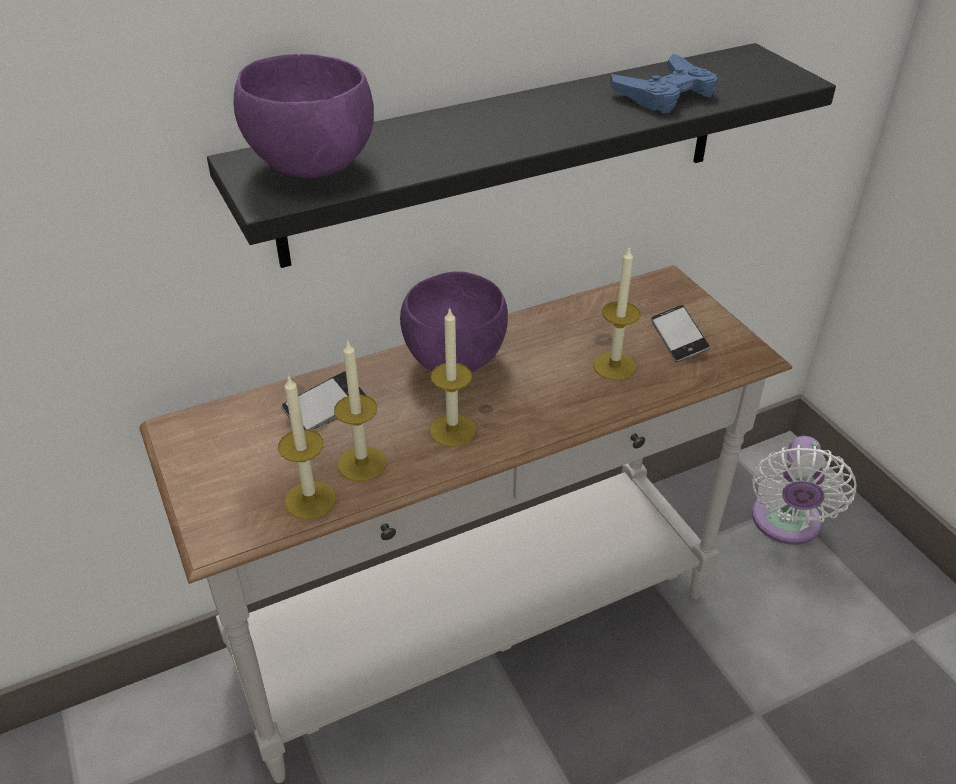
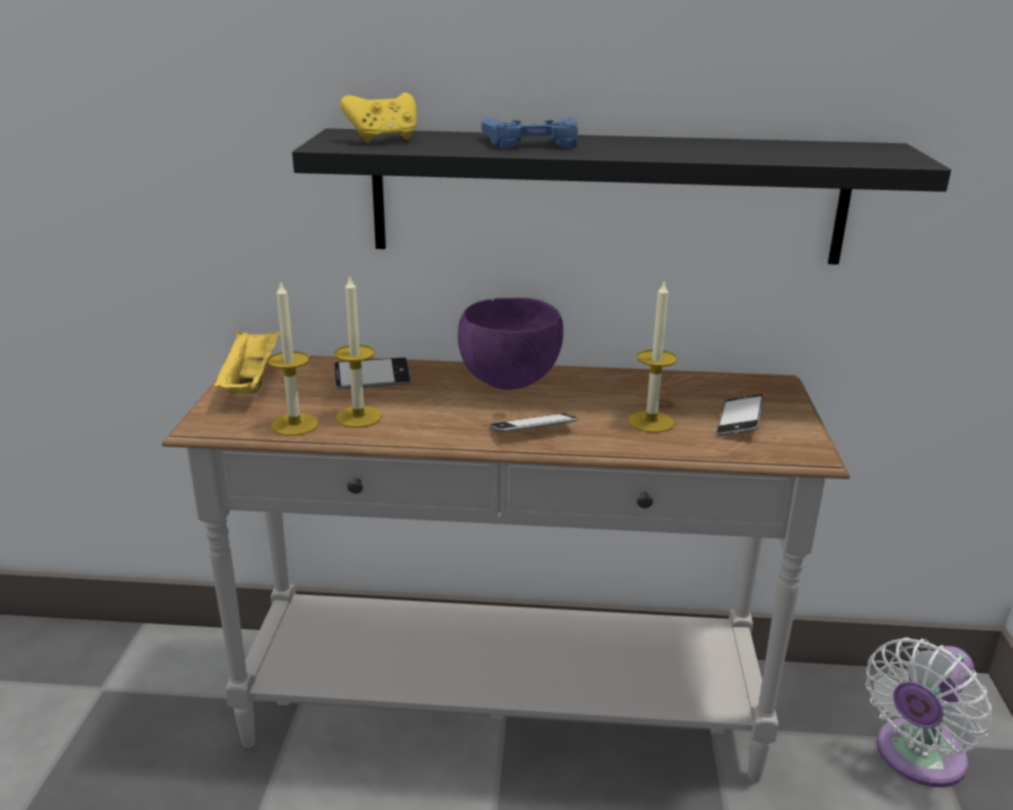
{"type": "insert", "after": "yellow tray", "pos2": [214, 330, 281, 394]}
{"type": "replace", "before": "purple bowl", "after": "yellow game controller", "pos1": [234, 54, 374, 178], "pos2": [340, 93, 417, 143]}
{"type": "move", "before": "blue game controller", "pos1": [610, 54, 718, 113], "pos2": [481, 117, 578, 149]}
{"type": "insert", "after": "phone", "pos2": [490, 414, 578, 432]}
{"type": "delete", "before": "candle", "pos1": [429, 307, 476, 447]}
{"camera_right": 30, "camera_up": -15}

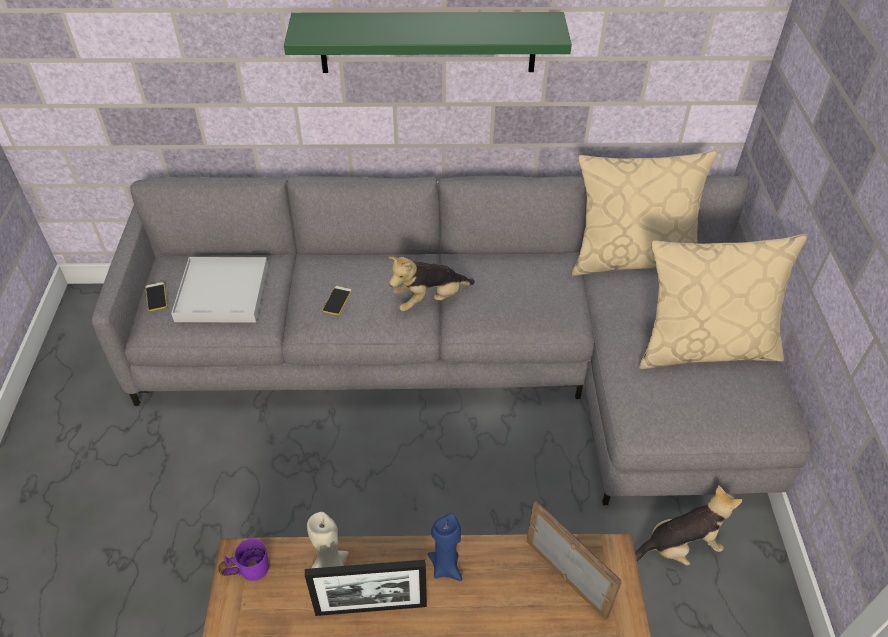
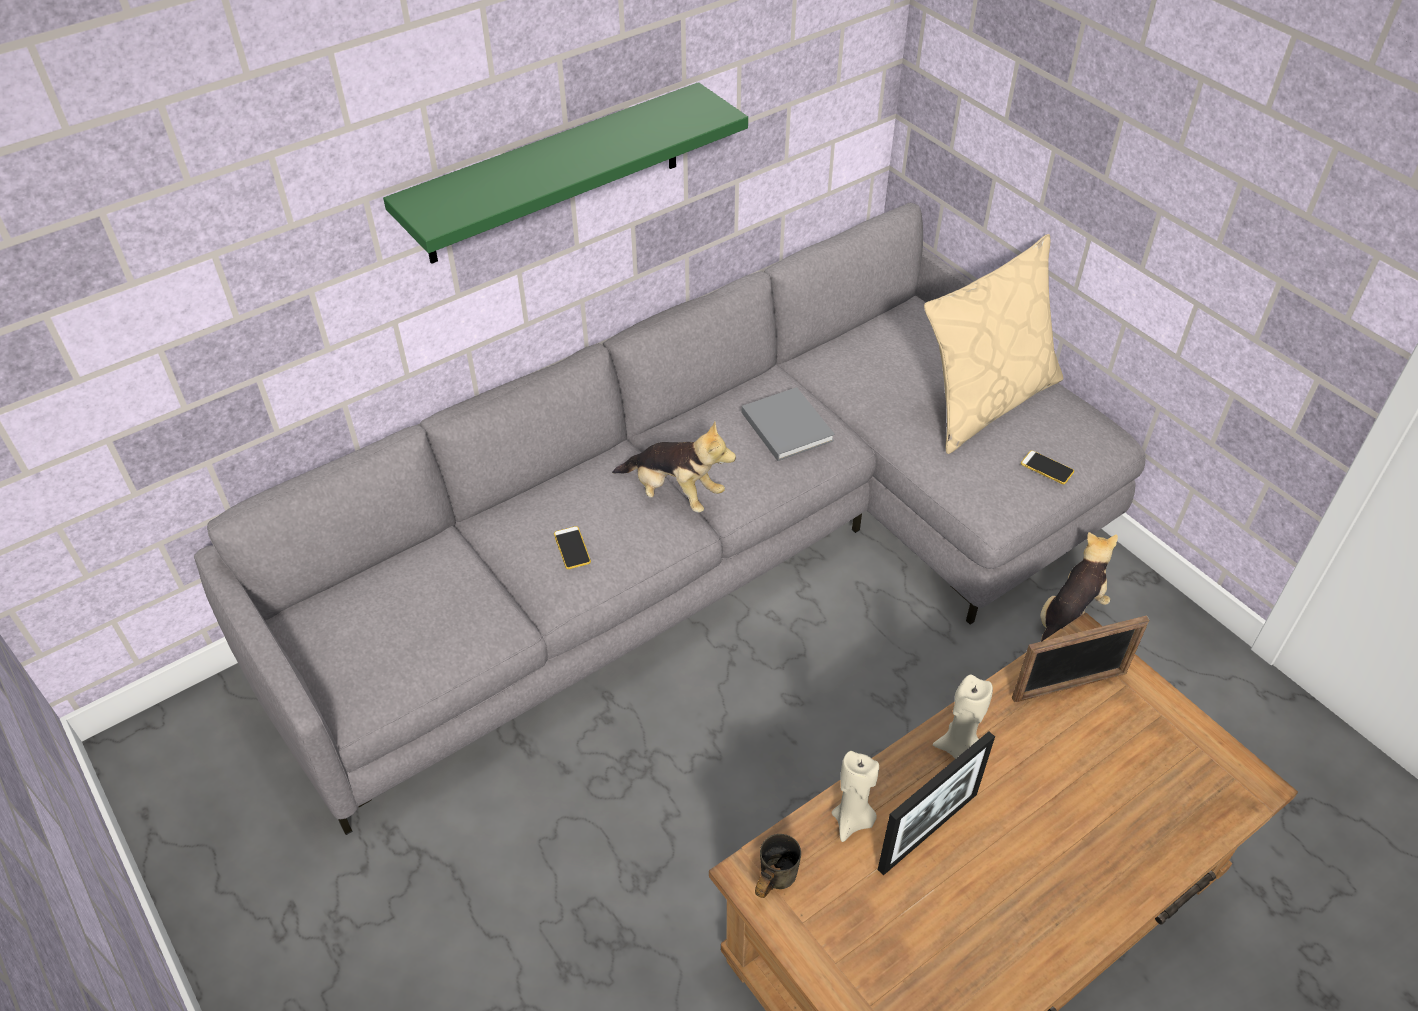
{"type": "rotate", "before": "plush toy", "pos1": [389, 256, 475, 312], "pos2": [612, 421, 736, 513], "turn": -90}
{"type": "insert", "after": "grey book", "pos2": [742, 387, 835, 461]}
{"type": "recolor", "before": "purple mug", "after": "grey mug", "pos1": [218, 538, 269, 581], "pos2": [755, 834, 801, 898]}
{"type": "recolor", "before": "blue candle", "after": "beige candle", "pos1": [428, 513, 462, 581], "pos2": [933, 675, 993, 759]}
{"type": "rotate", "before": "picture frame", "pos1": [527, 501, 622, 620], "pos2": [1012, 615, 1150, 702], "turn": 150}
{"type": "move", "before": "phone", "pos1": [145, 282, 167, 311], "pos2": [1021, 450, 1074, 484]}
{"type": "delete", "before": "white tray", "pos1": [171, 257, 268, 323]}
{"type": "delete", "before": "beige pillow", "pos1": [572, 150, 718, 276]}
{"camera_right": -35, "camera_up": 0}

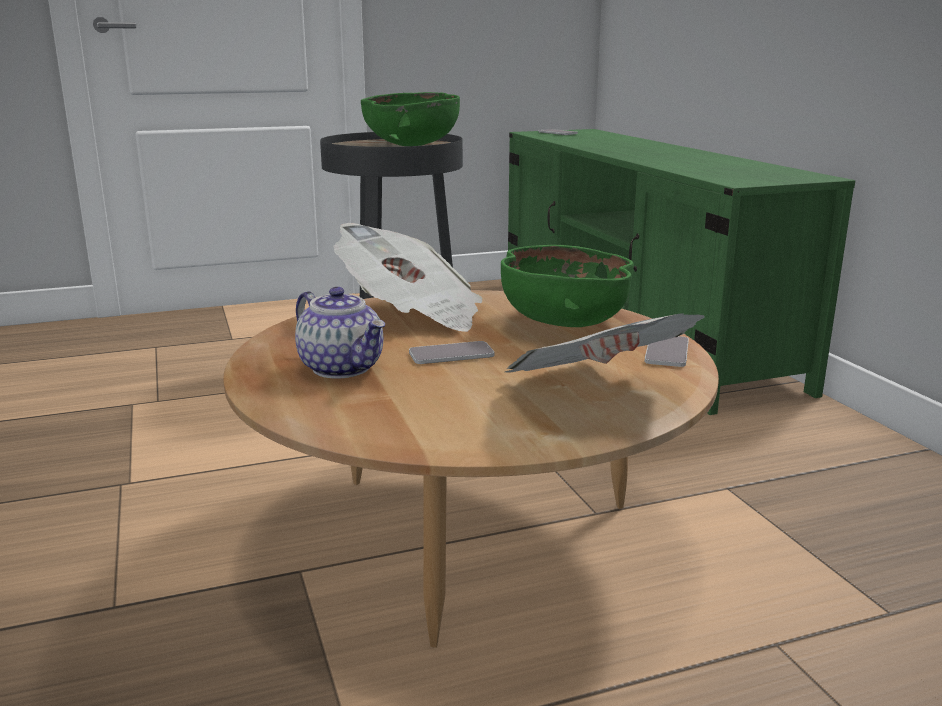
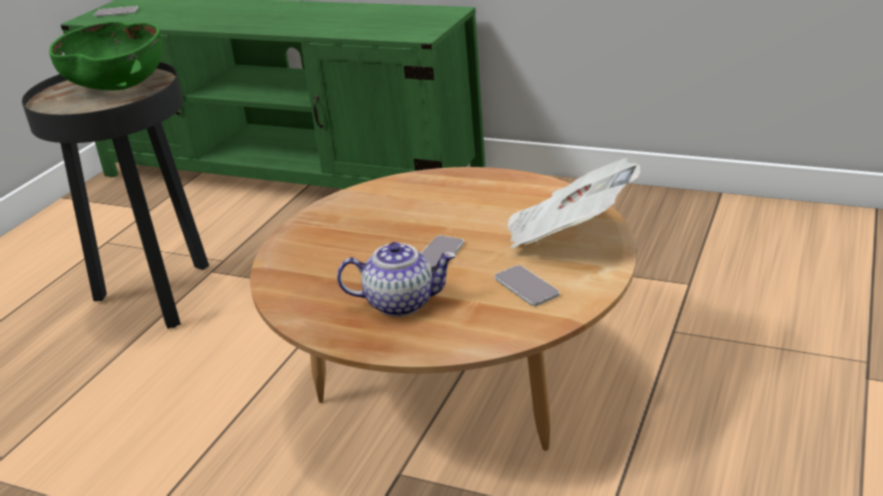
{"type": "move", "before": "phone", "pos1": [645, 336, 689, 367], "pos2": [495, 265, 560, 306]}
{"type": "delete", "before": "newspaper", "pos1": [333, 223, 483, 332]}
{"type": "delete", "before": "green bowl", "pos1": [501, 245, 634, 327]}
{"camera_right": -45, "camera_up": 10}

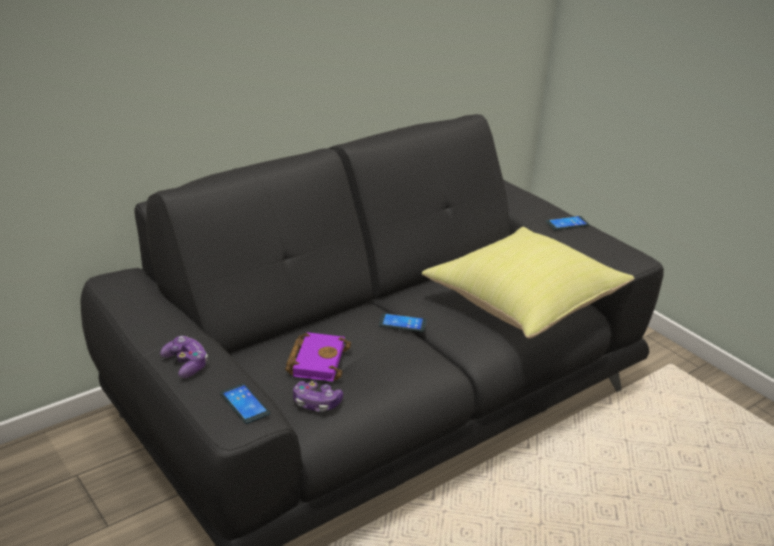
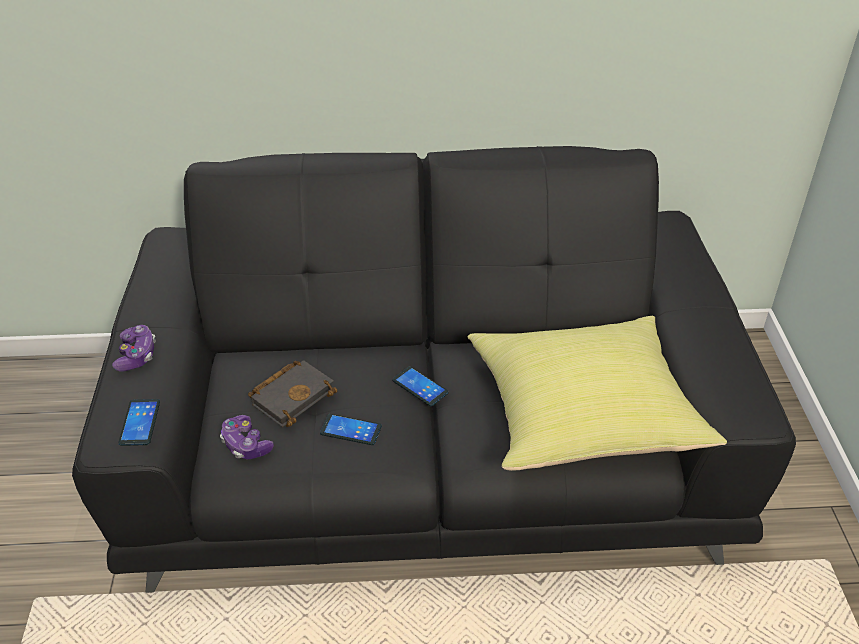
{"type": "recolor", "before": "purple book", "after": "black book", "pos1": [285, 332, 351, 382], "pos2": [248, 360, 337, 427]}
{"type": "move", "before": "phone", "pos1": [546, 216, 589, 230], "pos2": [320, 414, 382, 445]}
{"camera_right": 35, "camera_up": 10}

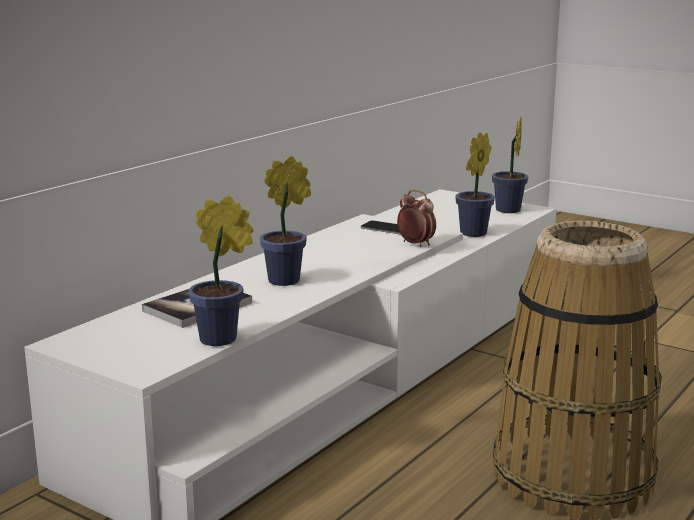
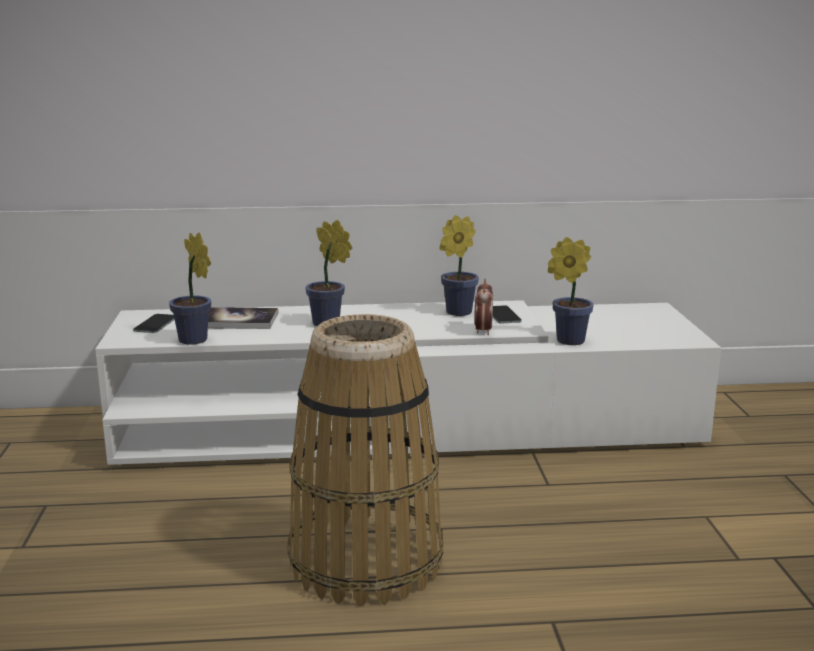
{"type": "insert", "after": "phone", "pos2": [133, 314, 175, 333]}
{"type": "move", "before": "potted plant", "pos1": [492, 117, 528, 213], "pos2": [440, 215, 479, 316]}
{"camera_right": 50, "camera_up": 0}

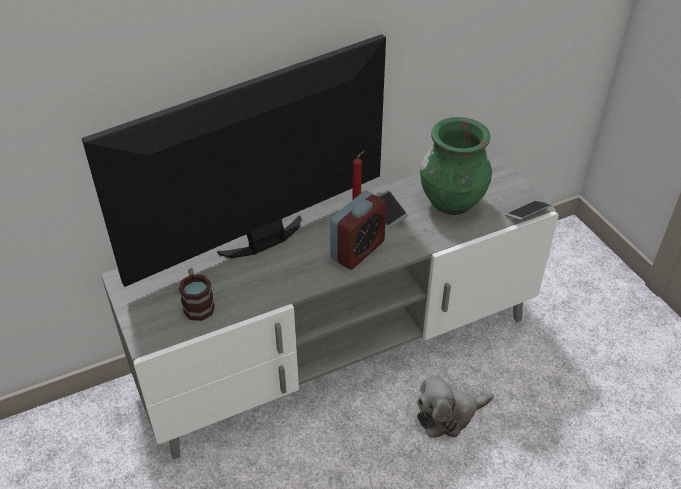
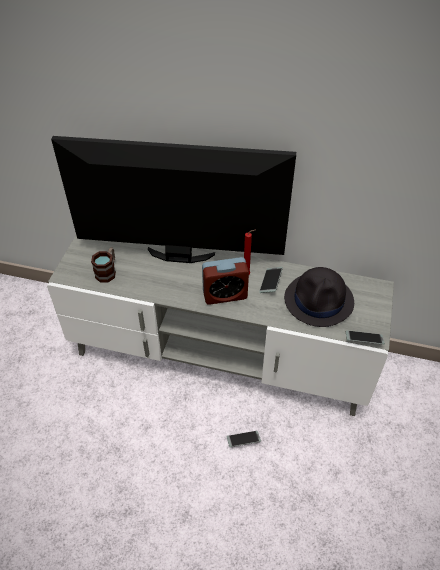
{"type": "replace", "before": "plush toy", "after": "phone", "pos1": [417, 376, 494, 438], "pos2": [226, 431, 261, 447]}
{"type": "replace", "before": "green vase", "after": "black hat", "pos1": [420, 117, 492, 215], "pos2": [284, 267, 354, 327]}
{"camera_right": 40, "camera_up": 5}

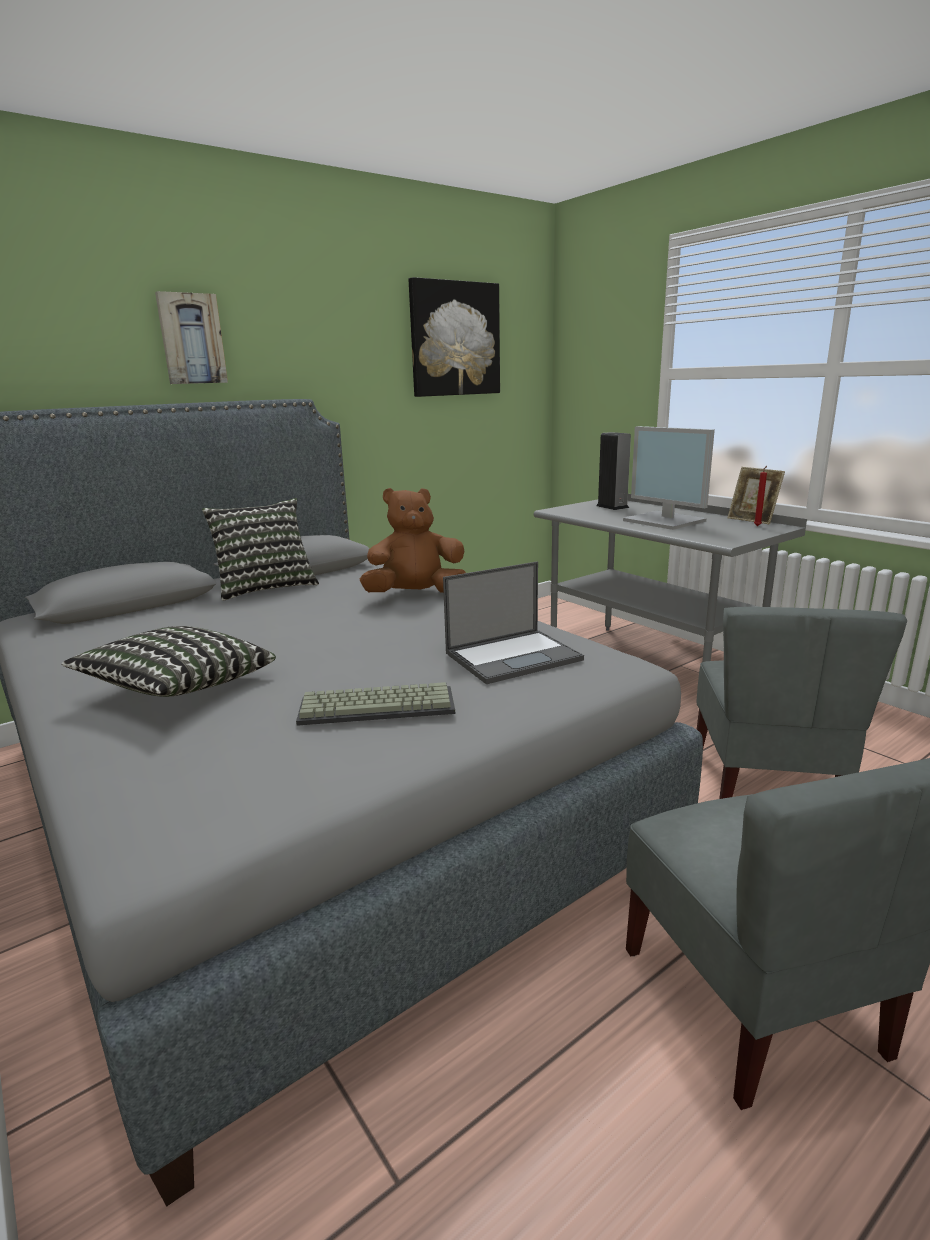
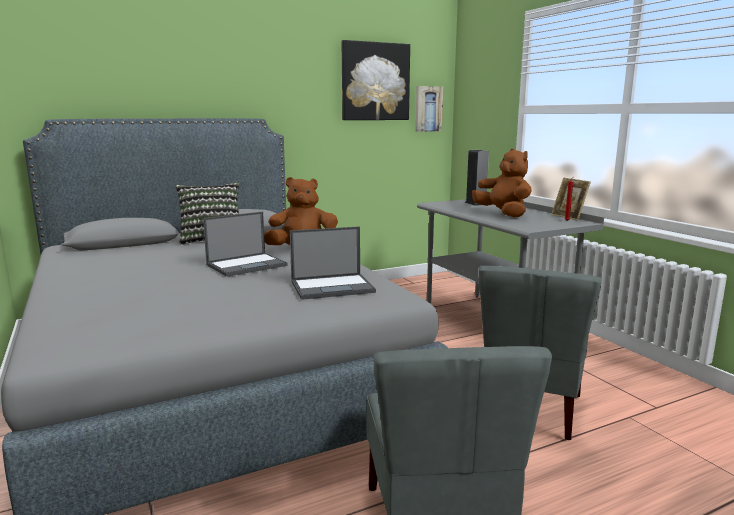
{"type": "insert", "after": "laptop", "pos2": [203, 212, 287, 277]}
{"type": "move", "before": "picture", "pos1": [155, 291, 228, 384], "pos2": [415, 86, 443, 132]}
{"type": "replace", "before": "monitor", "after": "brown plush toy", "pos1": [623, 426, 715, 530], "pos2": [472, 148, 532, 218]}
{"type": "delete", "before": "pillow", "pos1": [62, 626, 276, 697]}
{"type": "delete", "before": "keyboard", "pos1": [296, 682, 455, 726]}
{"camera_right": 10, "camera_up": -5}

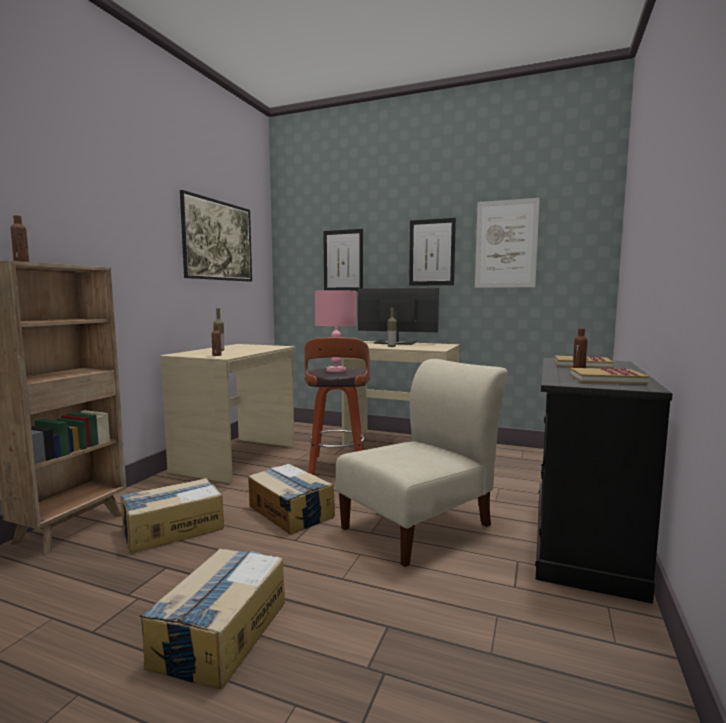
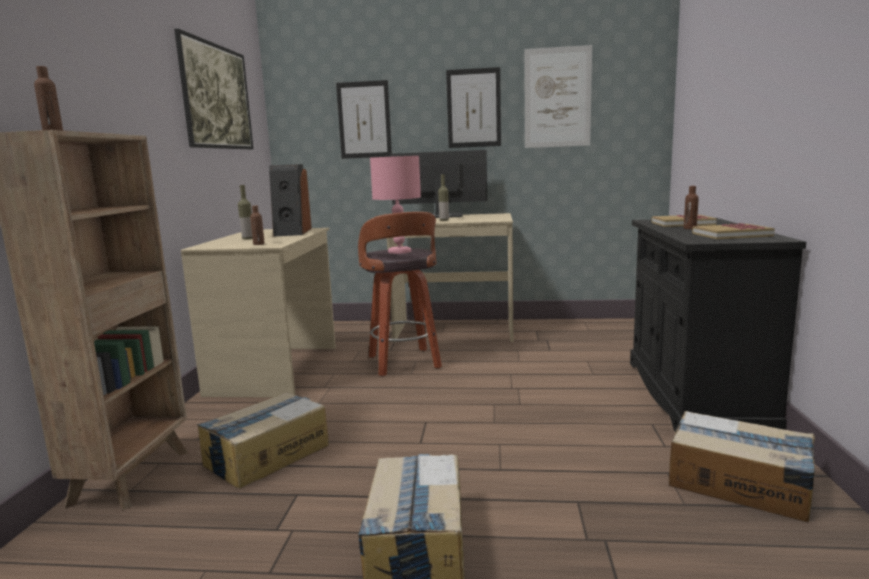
{"type": "insert", "after": "speaker", "pos2": [269, 164, 312, 237]}
{"type": "move", "before": "cardboard box", "pos1": [248, 464, 335, 535], "pos2": [669, 411, 815, 523]}
{"type": "delete", "before": "beige chair", "pos1": [336, 359, 508, 567]}
{"camera_right": -15, "camera_up": 5}

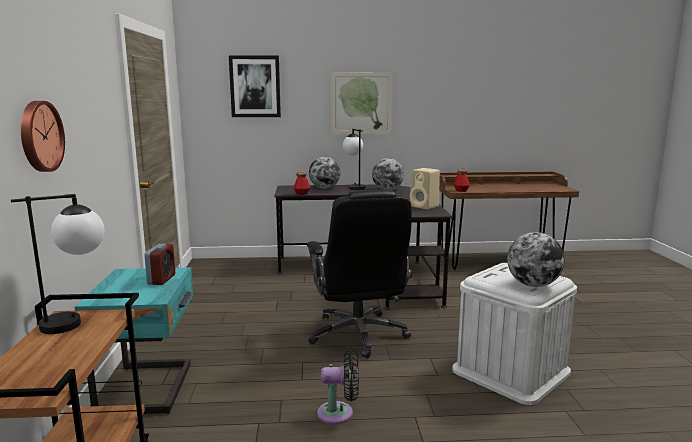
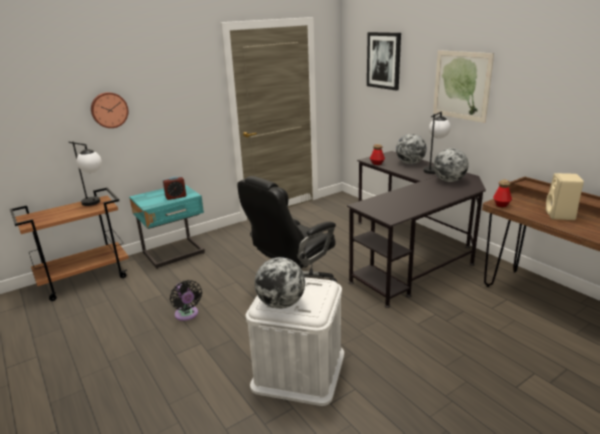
{"type": "move", "before": "beige speaker", "pos1": [410, 168, 440, 209], "pos2": [546, 173, 584, 220]}
{"camera_right": 60, "camera_up": 10}

